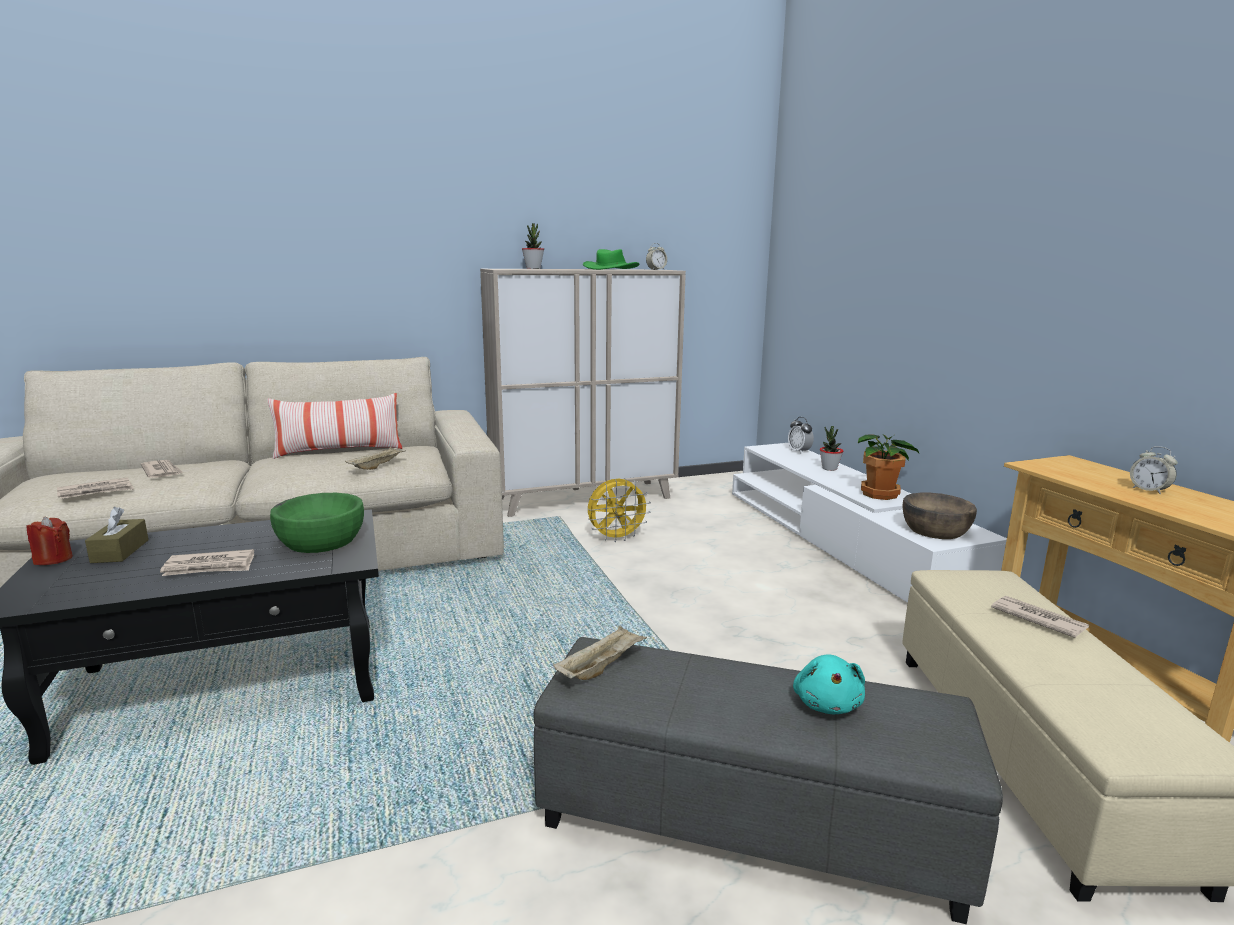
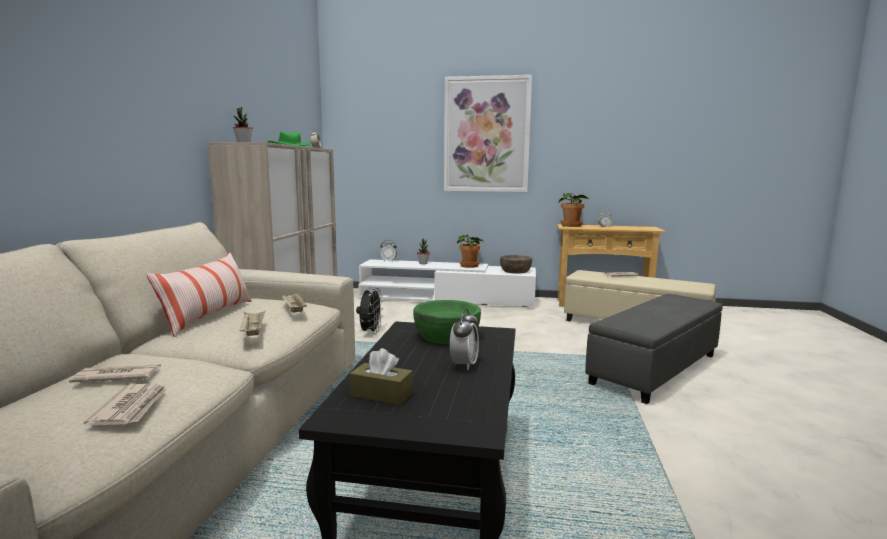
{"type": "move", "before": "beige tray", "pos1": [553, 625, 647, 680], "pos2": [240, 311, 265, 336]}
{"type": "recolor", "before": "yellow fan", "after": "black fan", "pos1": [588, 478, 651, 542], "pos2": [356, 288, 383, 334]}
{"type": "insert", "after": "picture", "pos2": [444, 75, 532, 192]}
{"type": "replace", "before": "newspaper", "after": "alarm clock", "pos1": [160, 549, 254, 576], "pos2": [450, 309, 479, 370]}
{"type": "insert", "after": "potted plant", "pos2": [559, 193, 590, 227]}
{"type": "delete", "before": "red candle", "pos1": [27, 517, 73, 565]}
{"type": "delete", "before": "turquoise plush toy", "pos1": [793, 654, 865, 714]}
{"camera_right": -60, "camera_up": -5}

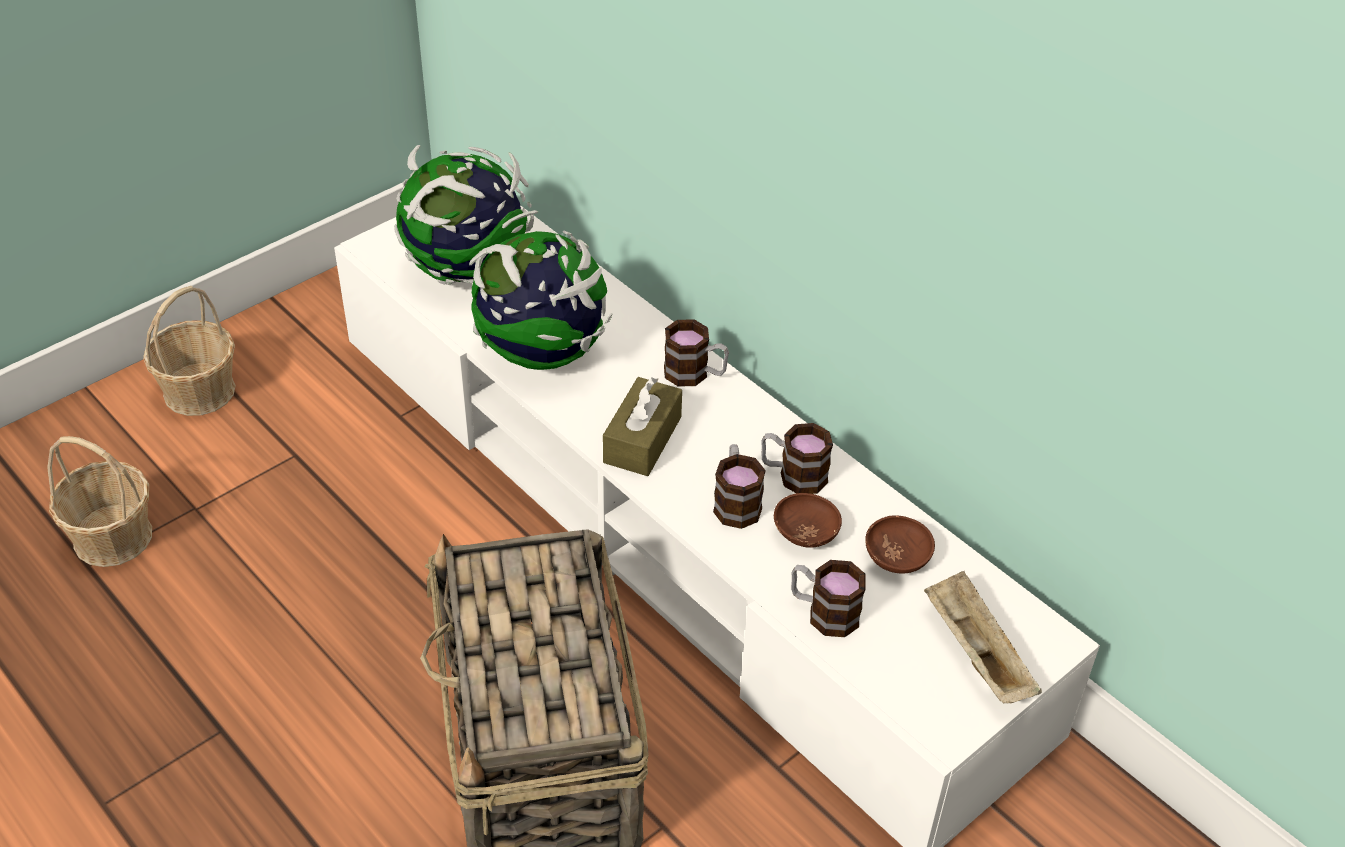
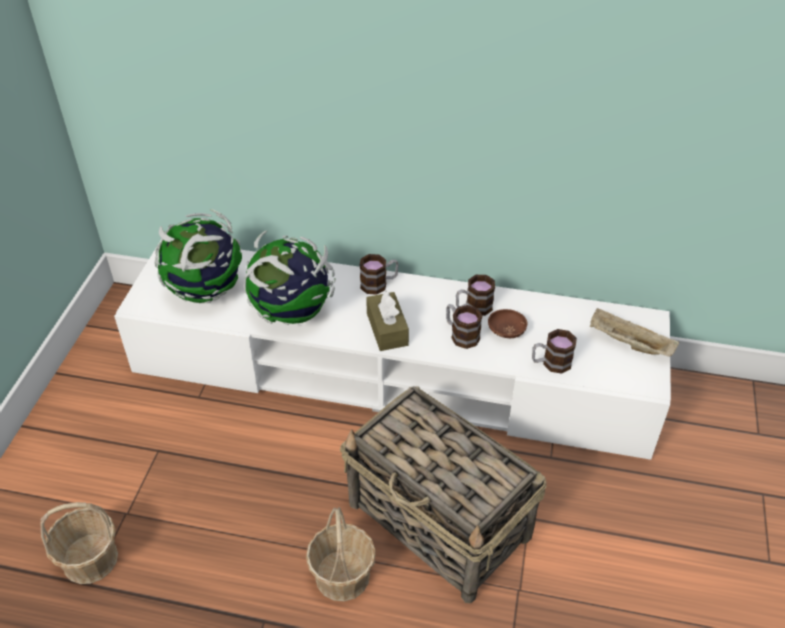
{"type": "move", "before": "basket", "pos1": [143, 286, 235, 416], "pos2": [306, 507, 376, 601]}
{"type": "delete", "before": "brown bowl", "pos1": [865, 516, 935, 573]}
{"camera_right": -35, "camera_up": 0}

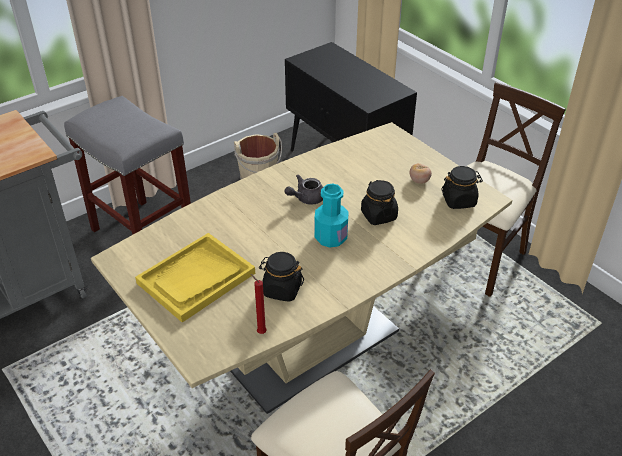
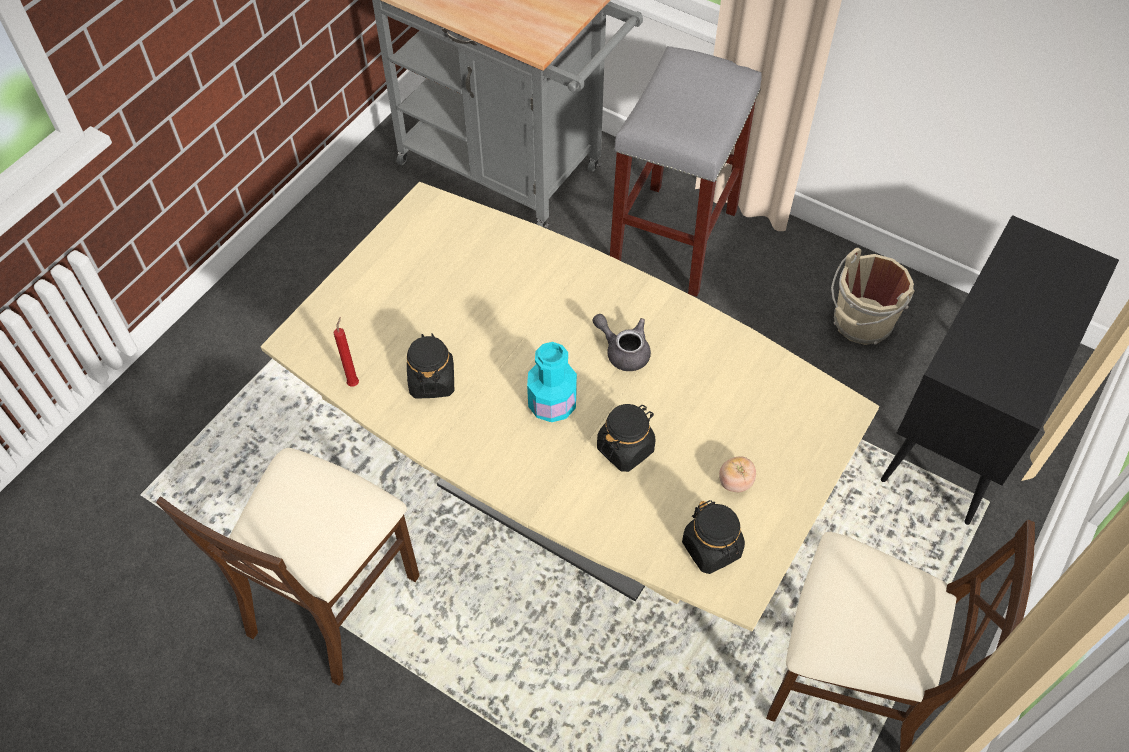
{"type": "delete", "before": "yellow tray", "pos1": [135, 233, 255, 322]}
{"camera_right": 70, "camera_up": 15}

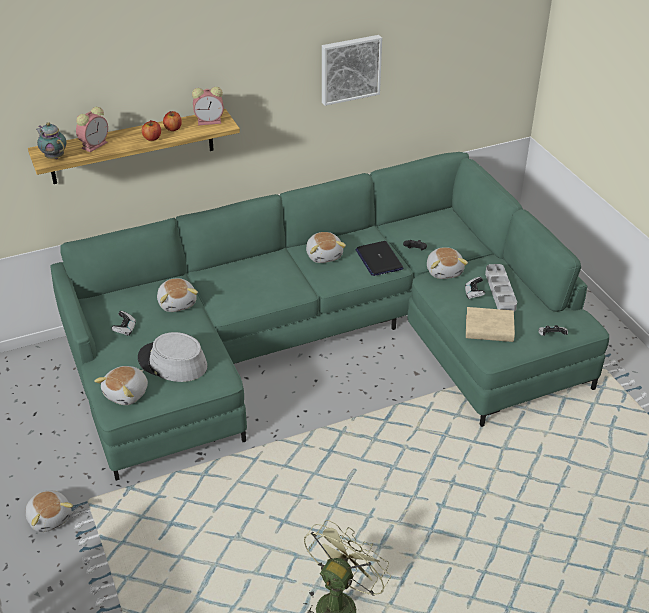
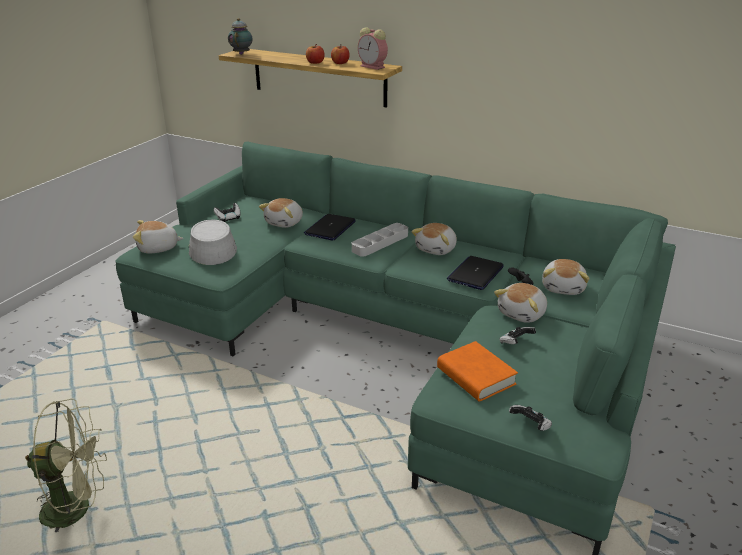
{"type": "insert", "after": "laptop", "pos2": [304, 214, 356, 241]}
{"type": "move", "before": "grey tray", "pos1": [485, 264, 517, 312], "pos2": [352, 223, 408, 257]}
{"type": "recolor", "before": "beige book", "after": "orange book", "pos1": [466, 307, 515, 342], "pos2": [437, 341, 518, 402]}
{"type": "move", "before": "plush toy", "pos1": [26, 490, 73, 532], "pos2": [542, 259, 590, 295]}
{"type": "delete", "before": "alarm clock", "pos1": [76, 107, 108, 152]}
{"type": "delete", "before": "picture", "pos1": [322, 35, 382, 106]}
{"camera_right": 50, "camera_up": -10}

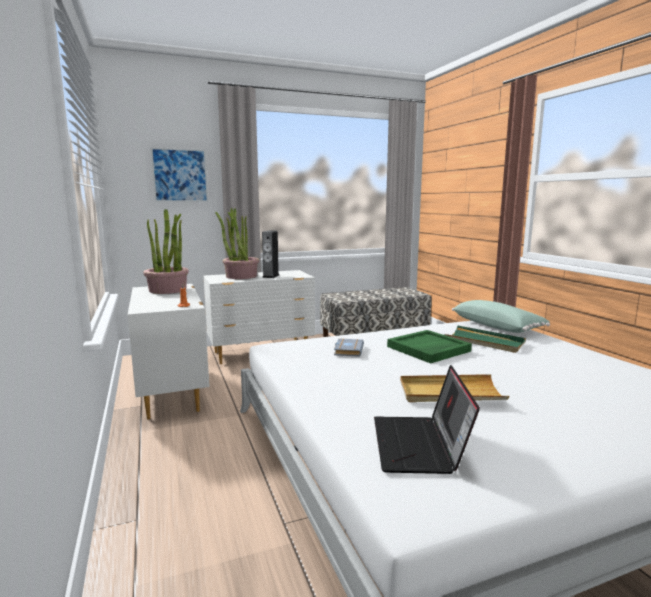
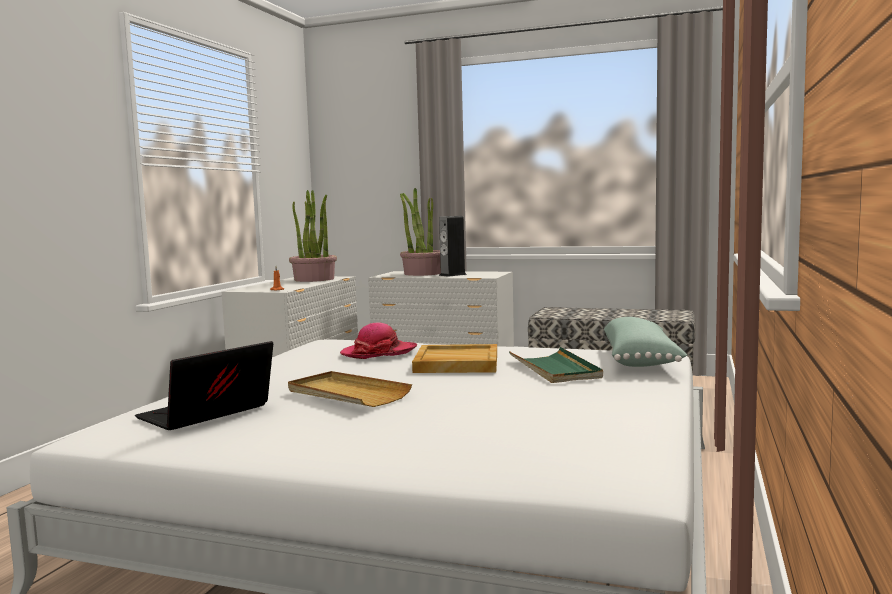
{"type": "replace", "before": "grey book", "after": "hat", "pos1": [334, 338, 364, 357], "pos2": [340, 323, 417, 359]}
{"type": "recolor", "before": "green tray", "after": "beige tray", "pos1": [387, 330, 472, 363], "pos2": [412, 344, 497, 373]}
{"type": "delete", "before": "picture", "pos1": [150, 147, 208, 202]}
{"camera_right": 40, "camera_up": -5}

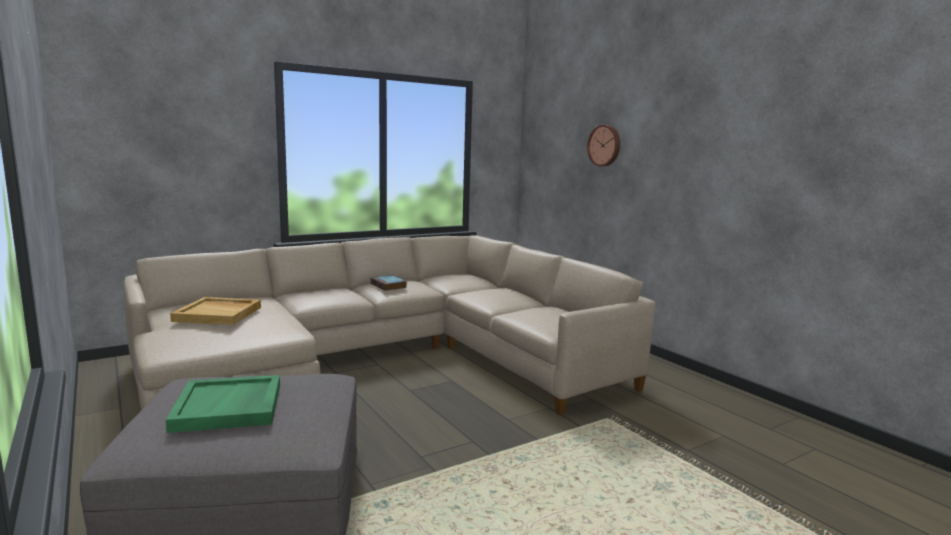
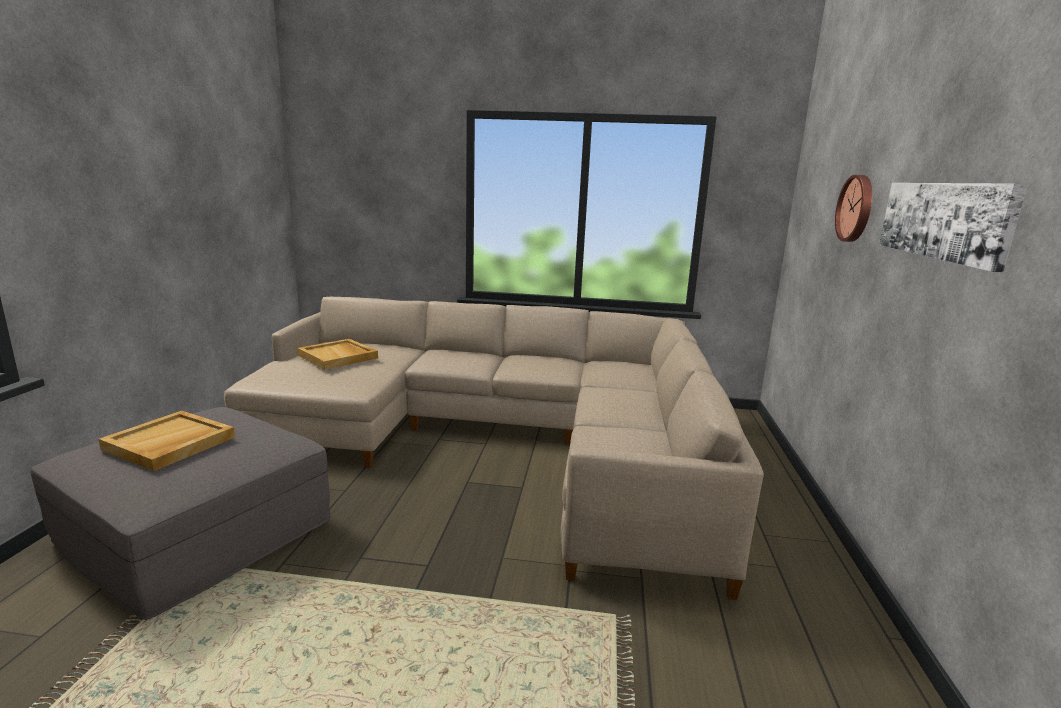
{"type": "recolor", "before": "green tray", "after": "beige tray", "pos1": [166, 375, 280, 433], "pos2": [98, 411, 235, 471]}
{"type": "insert", "after": "picture", "pos2": [879, 183, 1028, 272]}
{"type": "delete", "before": "book", "pos1": [370, 275, 407, 291]}
{"camera_right": 40, "camera_up": 5}

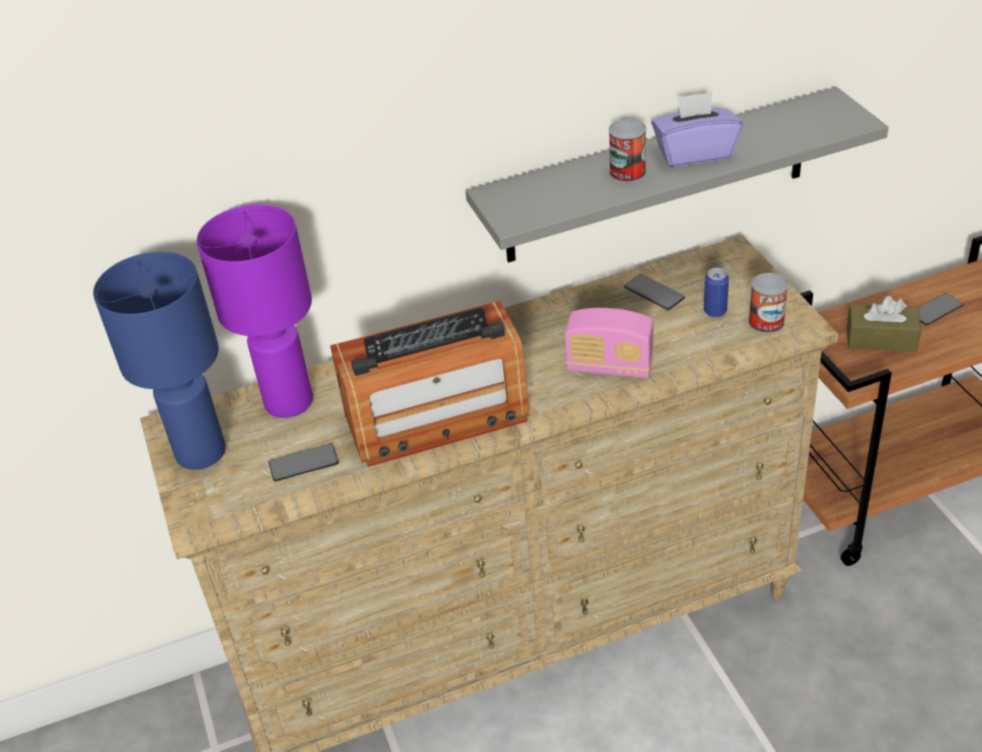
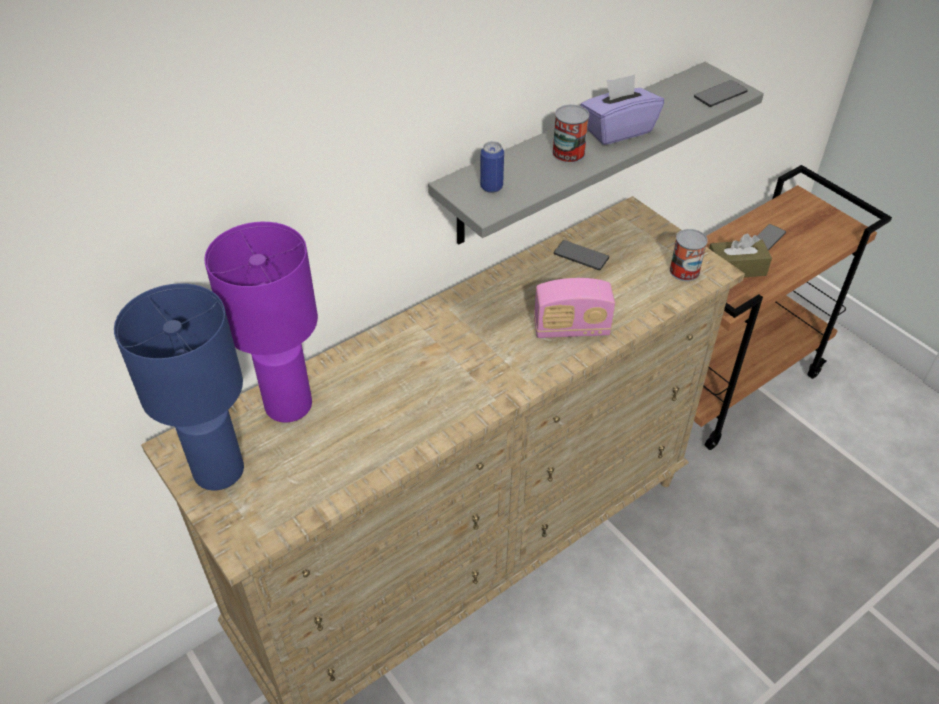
{"type": "move", "before": "can", "pos1": [704, 268, 729, 317], "pos2": [480, 141, 504, 193]}
{"type": "move", "before": "phone", "pos1": [269, 443, 339, 481], "pos2": [694, 80, 748, 107]}
{"type": "delete", "before": "radio", "pos1": [330, 301, 530, 467]}
{"camera_right": -20, "camera_up": 5}

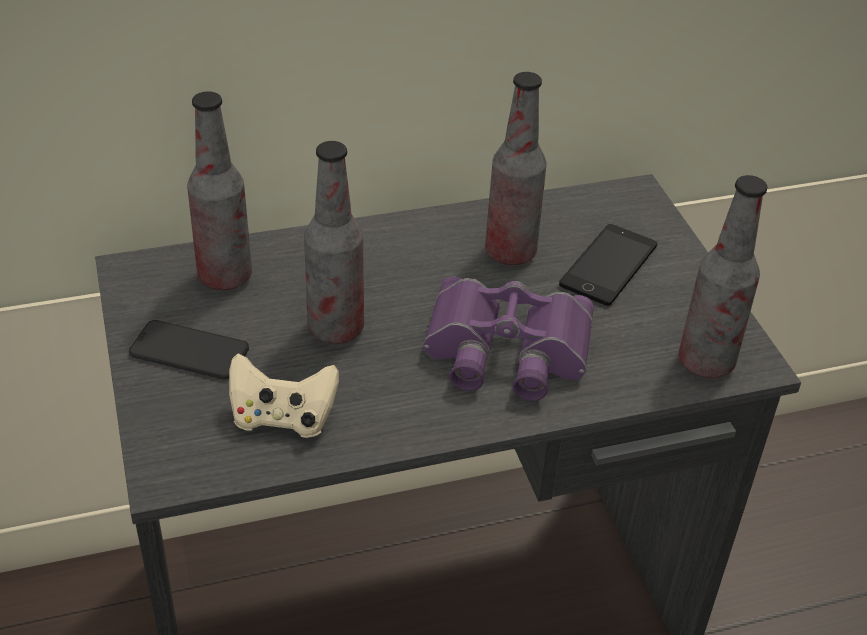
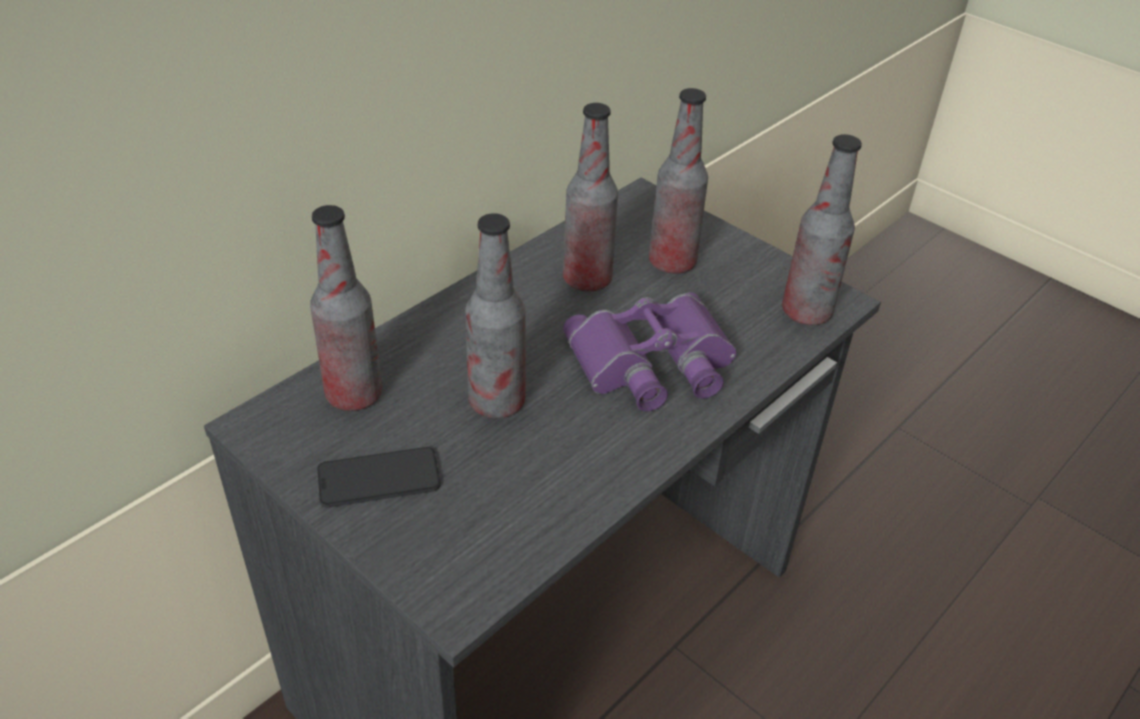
{"type": "replace", "before": "phone", "after": "bottle", "pos1": [559, 224, 657, 306], "pos2": [649, 88, 708, 274]}
{"type": "delete", "before": "beige game controller", "pos1": [229, 353, 339, 438]}
{"camera_right": -30, "camera_up": 0}

